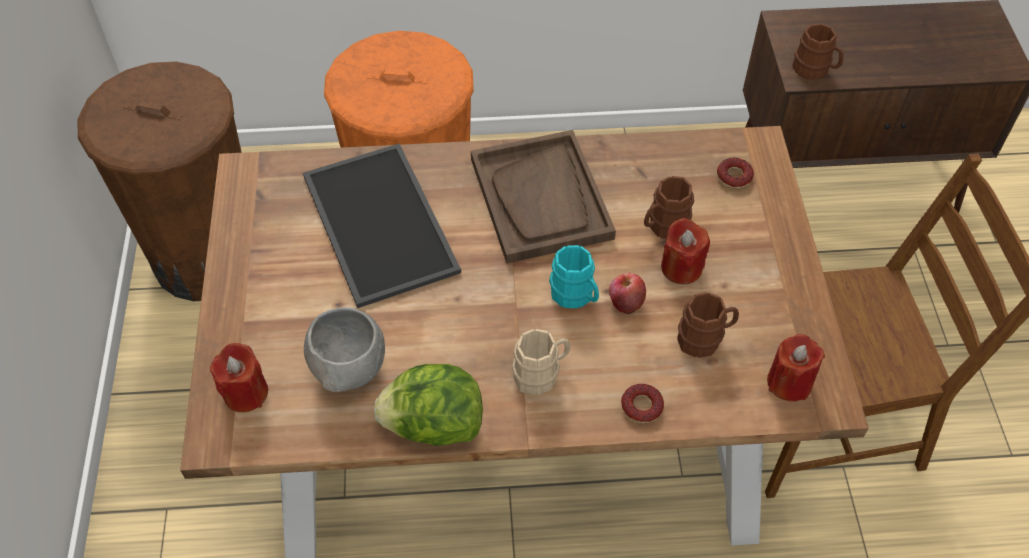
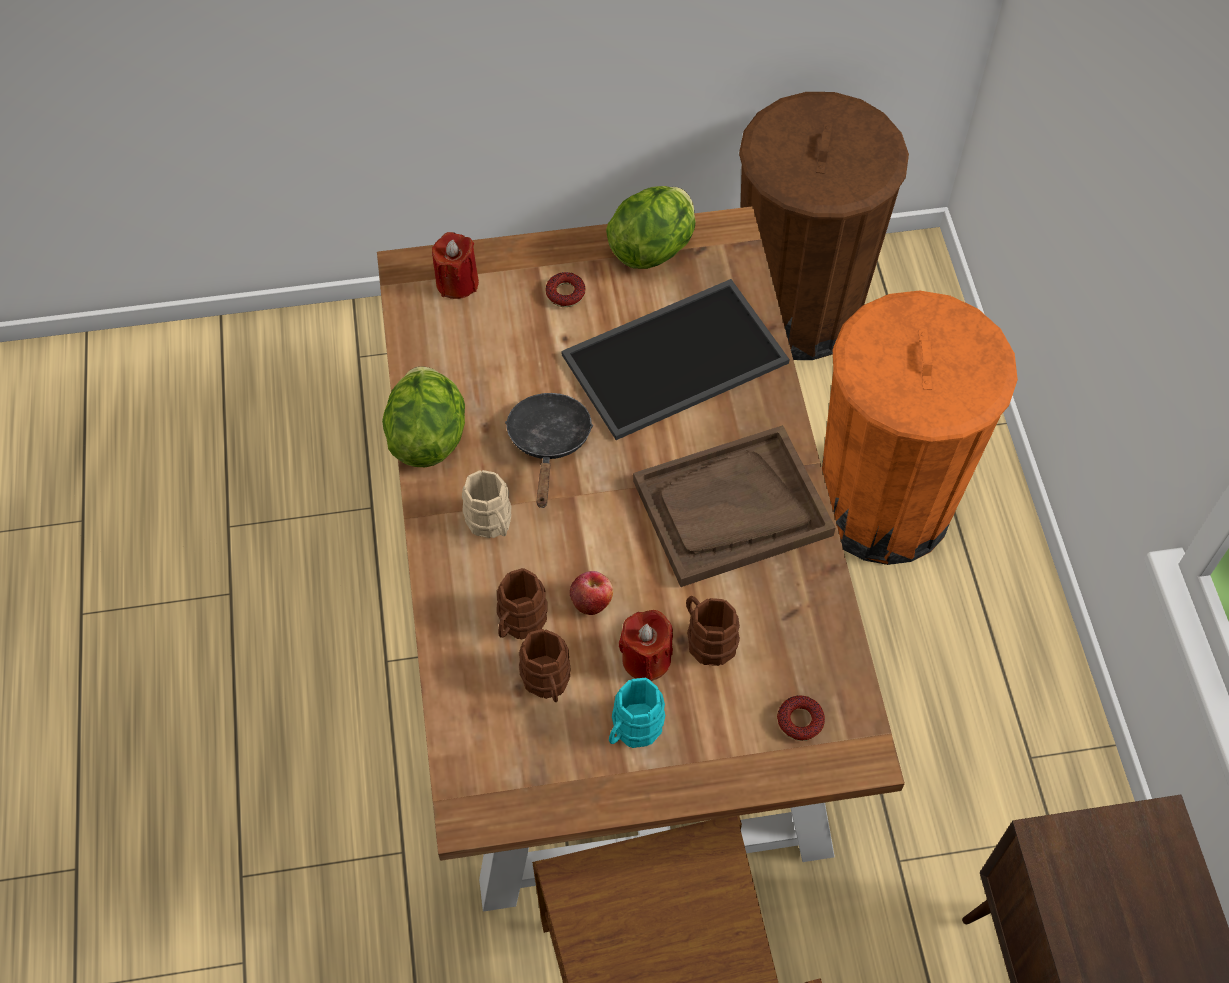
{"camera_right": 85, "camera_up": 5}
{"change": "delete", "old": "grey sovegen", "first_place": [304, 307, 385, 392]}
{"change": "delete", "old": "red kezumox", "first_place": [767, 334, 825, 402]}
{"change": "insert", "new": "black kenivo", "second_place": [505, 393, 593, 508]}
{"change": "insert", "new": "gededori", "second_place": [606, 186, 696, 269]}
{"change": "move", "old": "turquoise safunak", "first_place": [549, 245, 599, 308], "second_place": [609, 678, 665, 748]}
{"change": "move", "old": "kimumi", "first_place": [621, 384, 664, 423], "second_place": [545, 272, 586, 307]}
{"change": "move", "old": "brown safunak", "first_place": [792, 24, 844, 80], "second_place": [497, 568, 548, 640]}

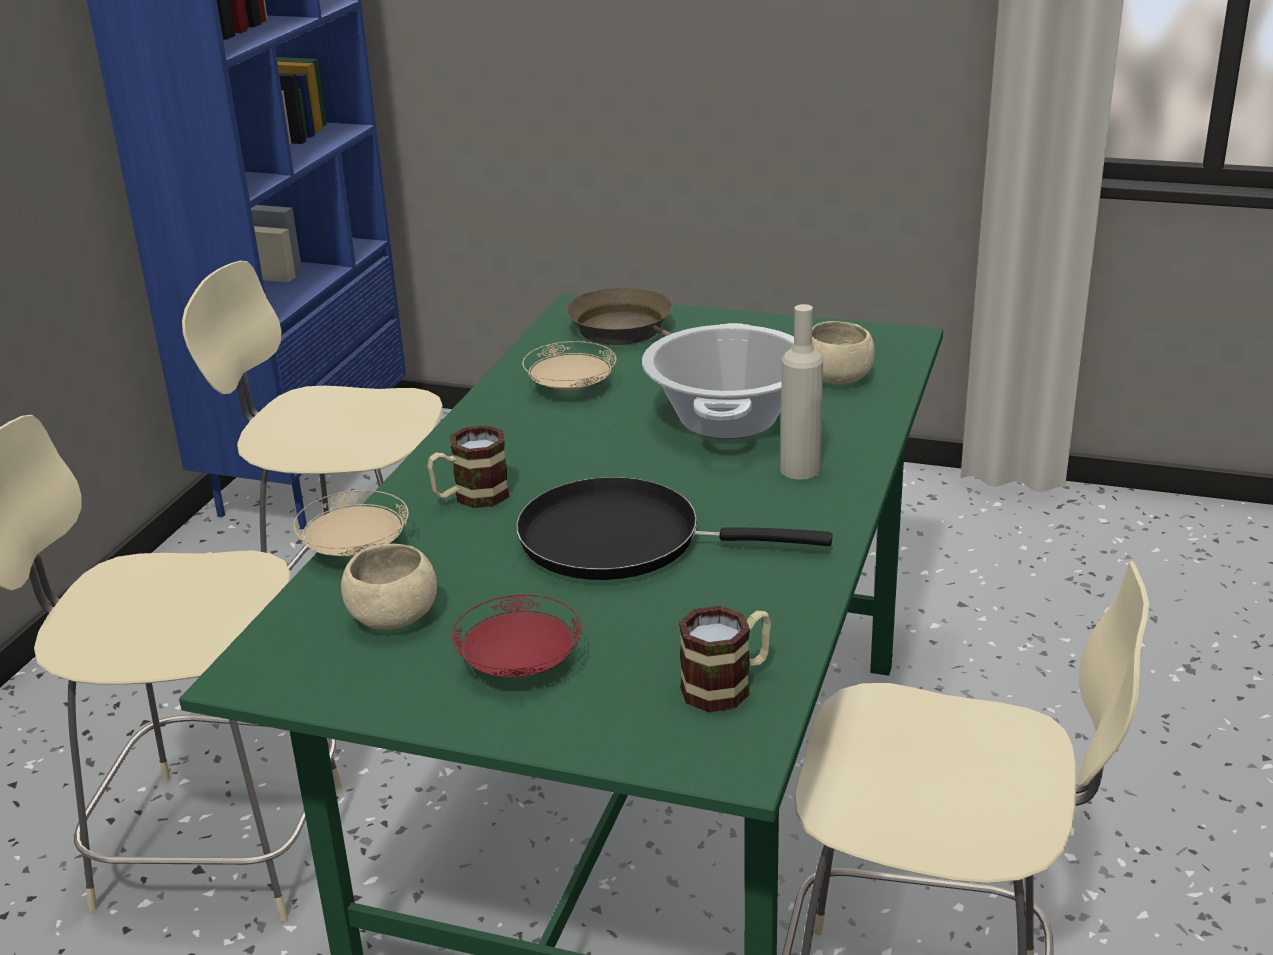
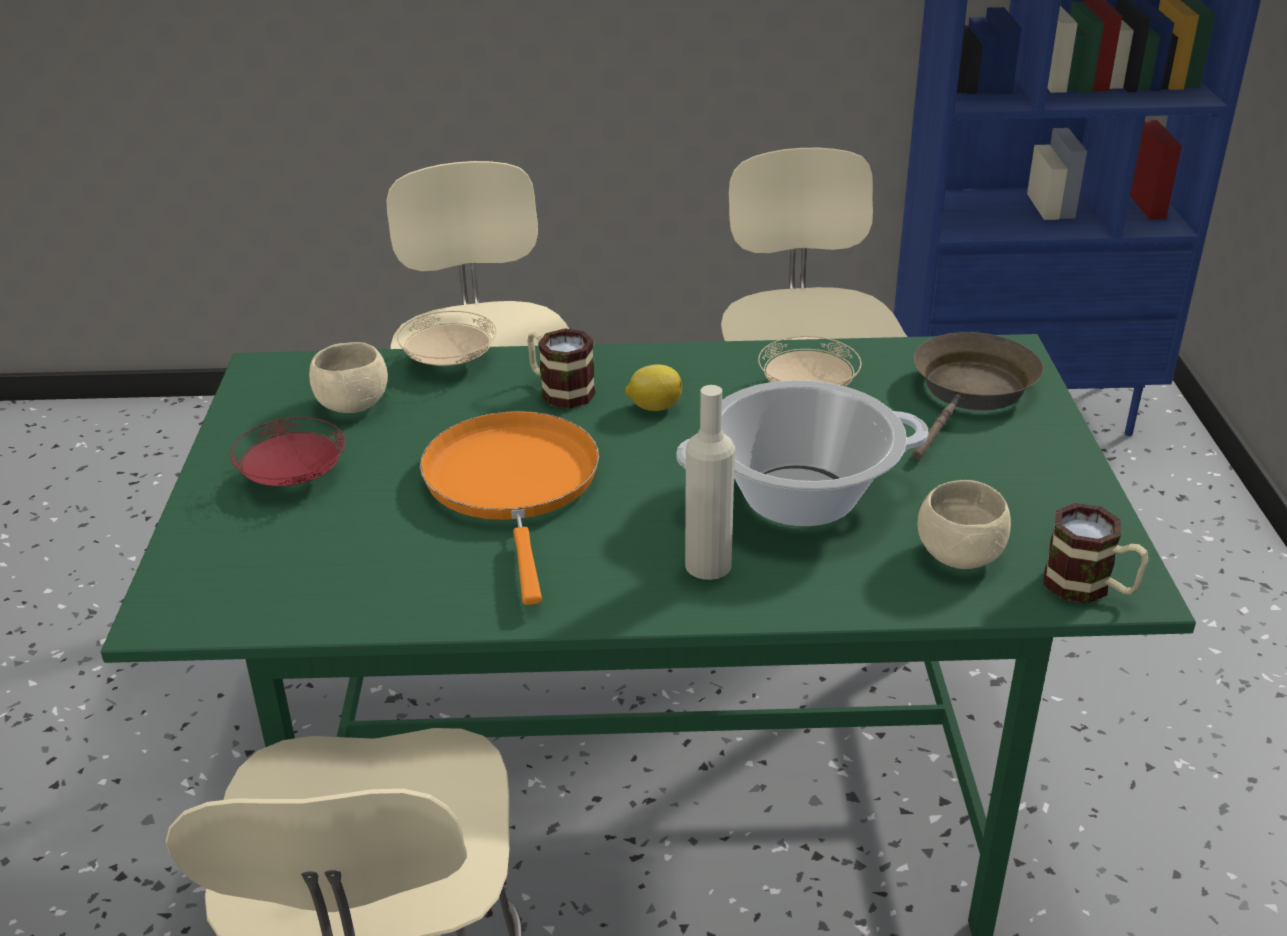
{"camera_right": 70, "camera_up": 5}
{"change": "insert", "new": "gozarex", "second_place": [625, 364, 682, 411]}
{"change": "move", "old": "safunak", "first_place": [679, 606, 771, 712], "second_place": [1043, 503, 1149, 603]}
{"change": "recolor", "old": "black kenivo", "new": "orange kenivo", "first_place": [516, 477, 833, 580], "second_place": [420, 411, 599, 605]}

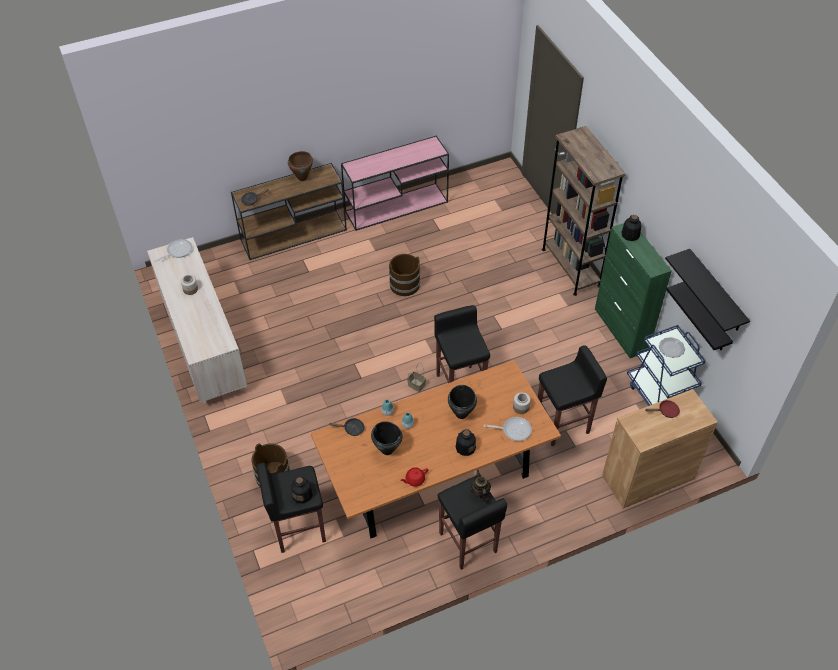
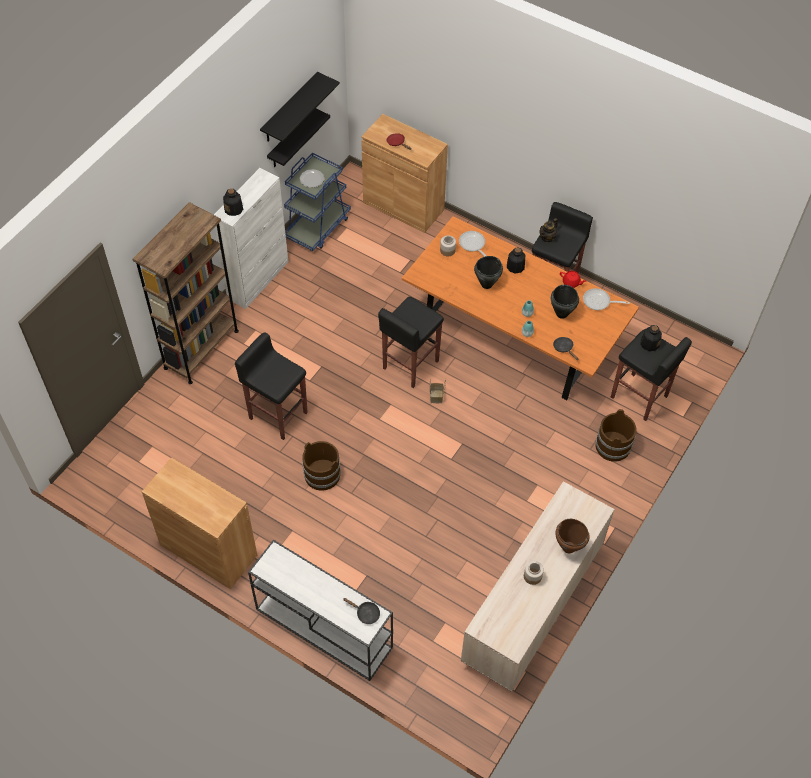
{"camera_right": -125, "camera_up": 5}
{"change": "move", "old": "kenivo", "first_place": [154, 239, 192, 262], "second_place": [583, 288, 630, 310]}
{"change": "move", "old": "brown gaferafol", "first_place": [288, 151, 313, 181], "second_place": [555, 519, 589, 553]}
{"change": "move", "old": "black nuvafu", "first_place": [538, 345, 607, 446], "second_place": [235, 332, 308, 440]}
{"change": "replace", "old": "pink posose", "new": "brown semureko", "first_place": [341, 136, 449, 231], "second_place": [142, 457, 257, 589]}
{"change": "recolor", "old": "brown posose", "new": "white posose", "first_place": [231, 163, 347, 260], "second_place": [248, 540, 393, 681]}
{"change": "recolor", "old": "green semureko", "new": "white semureko", "first_place": [595, 223, 672, 358], "second_place": [214, 168, 288, 309]}

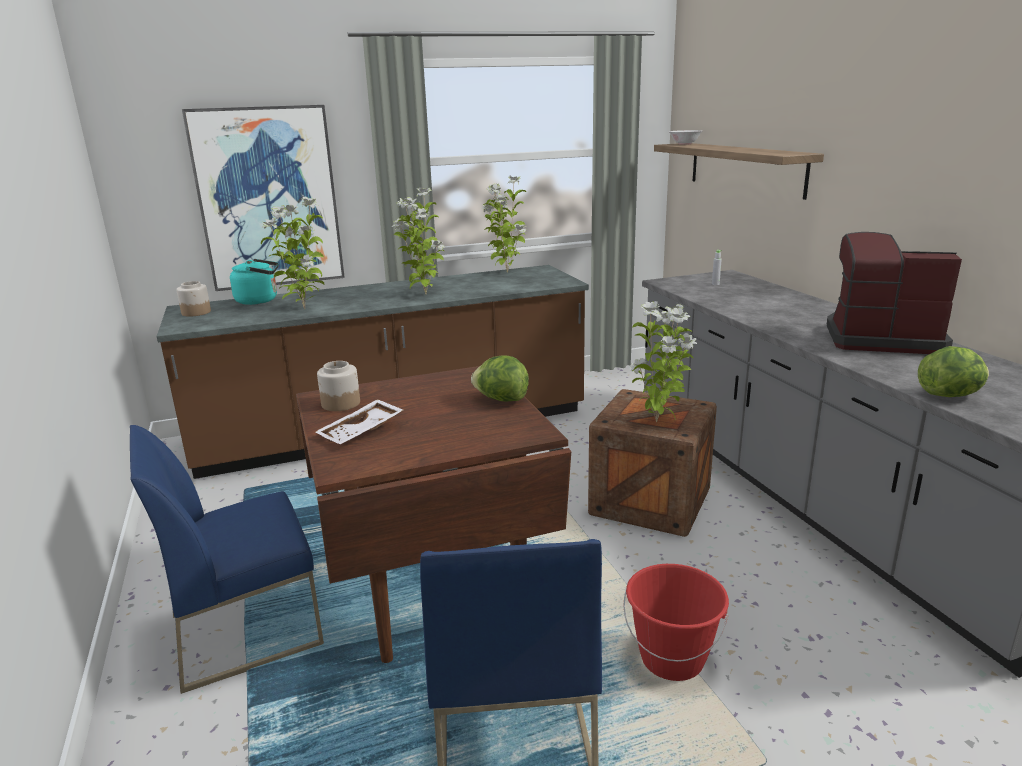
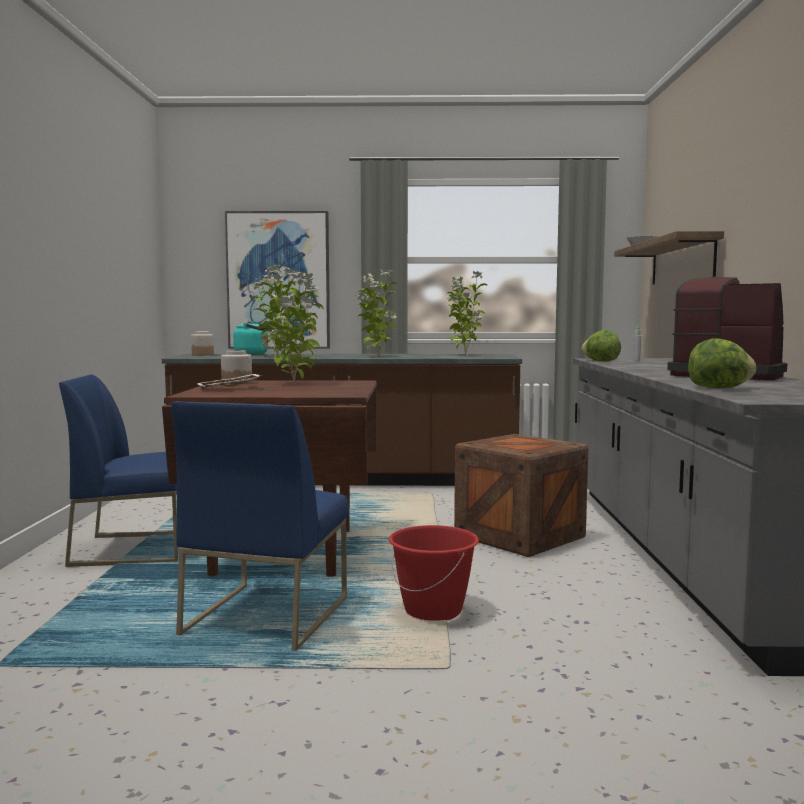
{"camera_right": 20, "camera_up": -15}
{"change": "move", "old": "gededori", "first_place": [471, 355, 529, 402], "second_place": [582, 330, 621, 362]}
{"change": "move", "old": "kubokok", "first_place": [630, 301, 697, 422], "second_place": [258, 263, 324, 384]}

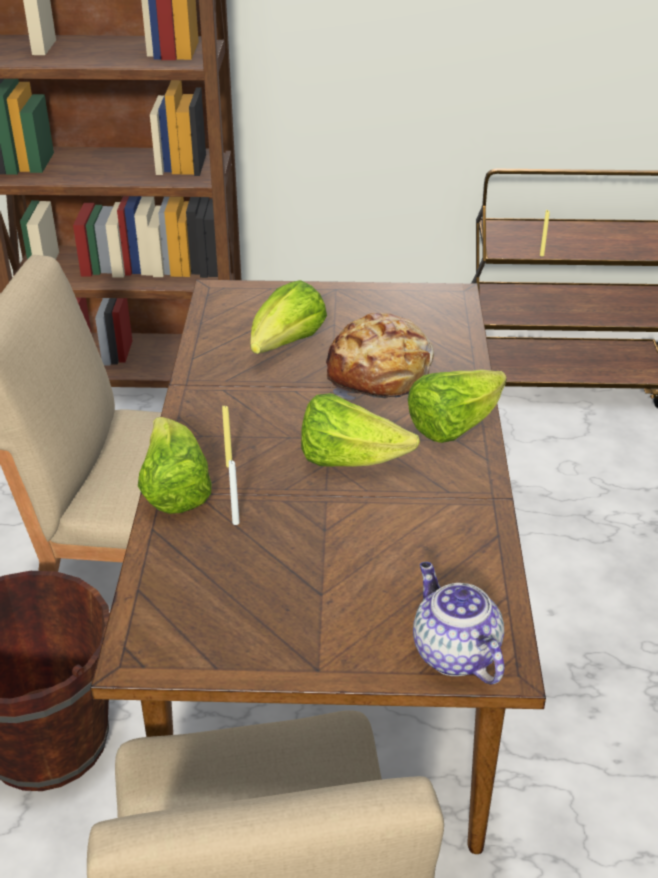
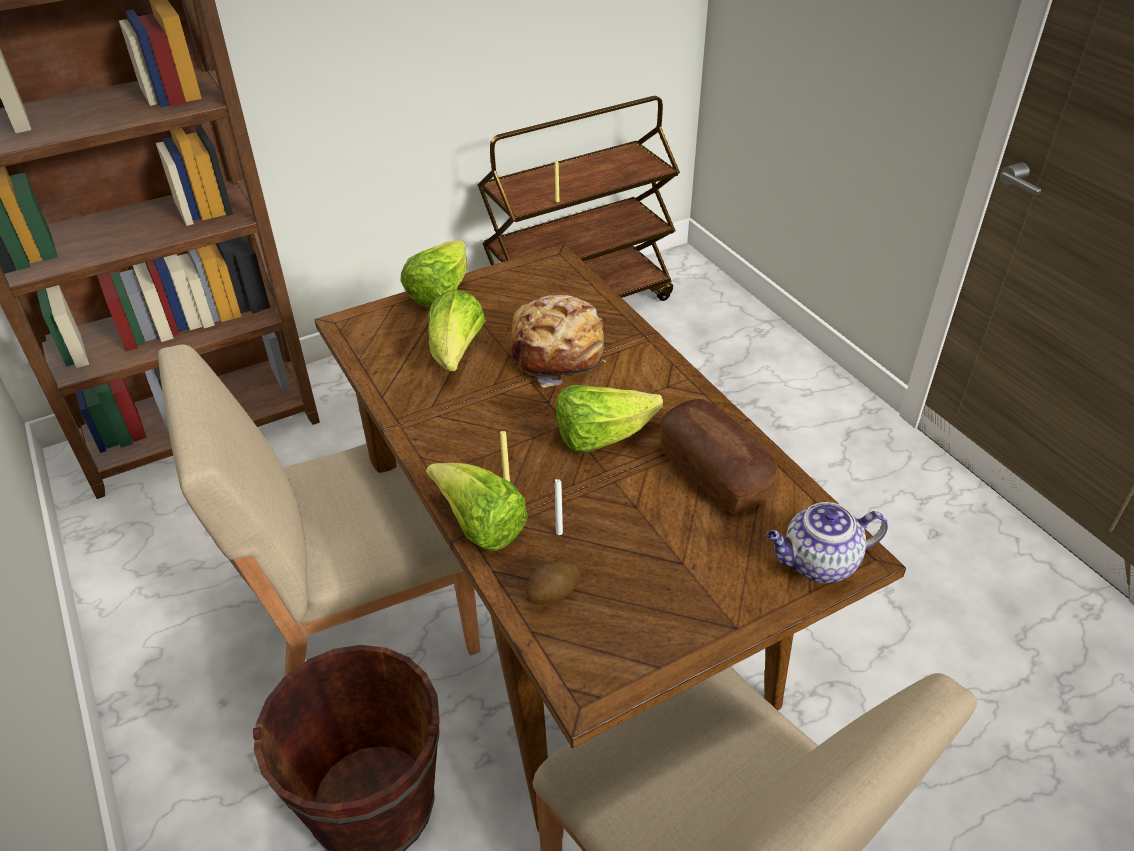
{"camera_right": -30, "camera_up": 5}
{"change": "insert", "new": "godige", "second_place": [526, 557, 580, 605]}
{"change": "insert", "new": "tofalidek", "second_place": [660, 399, 777, 513]}
{"change": "move", "old": "gededori", "first_place": [408, 370, 507, 443], "second_place": [400, 240, 467, 307]}
{"change": "rotate", "old": "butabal", "first_place": [413, 562, 504, 685], "second_place": [766, 502, 888, 583], "degrees": -45}

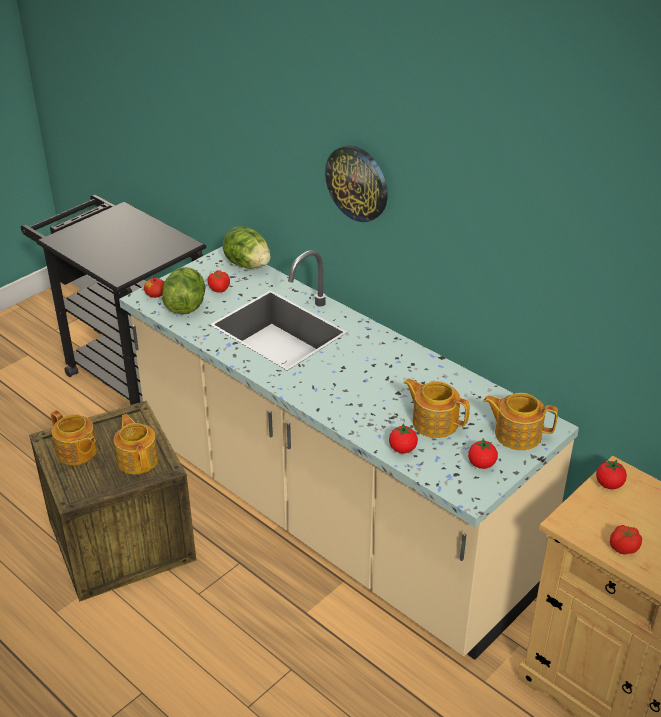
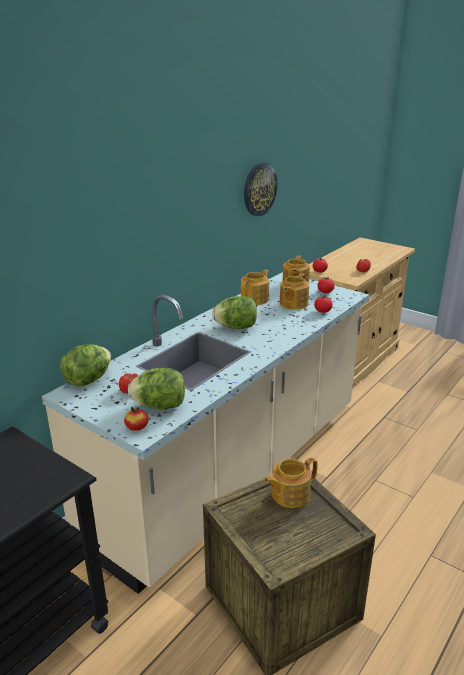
{"camera_right": -95, "camera_up": -10}
{"change": "insert", "new": "gededori", "second_place": [212, 296, 257, 329]}
{"change": "move", "old": "butabal", "first_place": [51, 410, 98, 465], "second_place": [241, 270, 269, 305]}
{"change": "move", "old": "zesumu", "first_place": [325, 145, 388, 222], "second_place": [244, 163, 277, 216]}

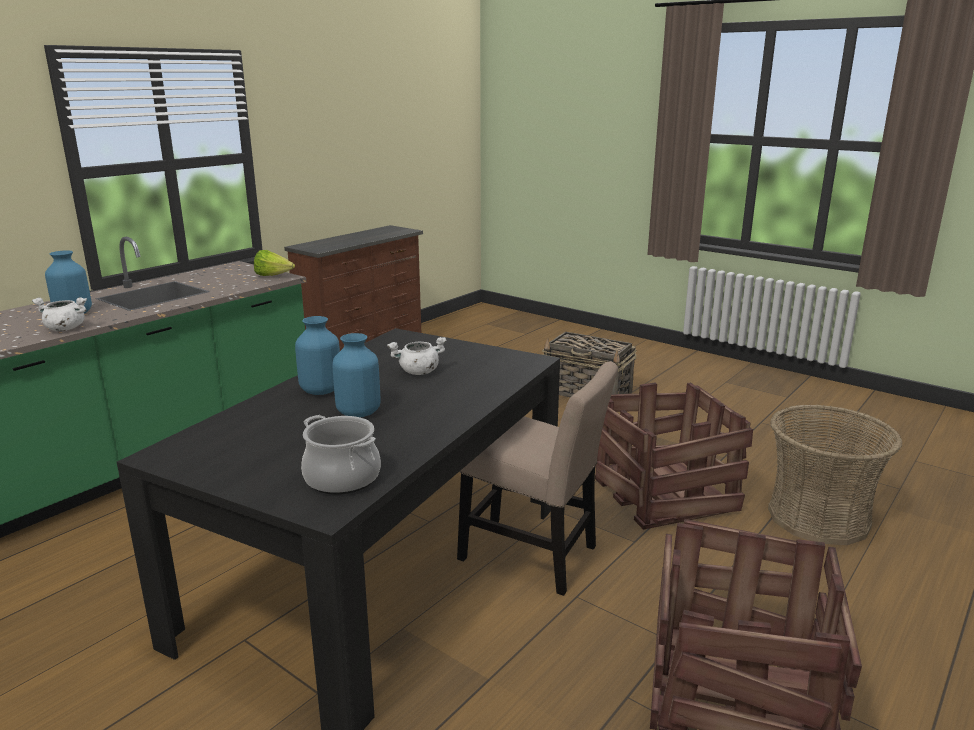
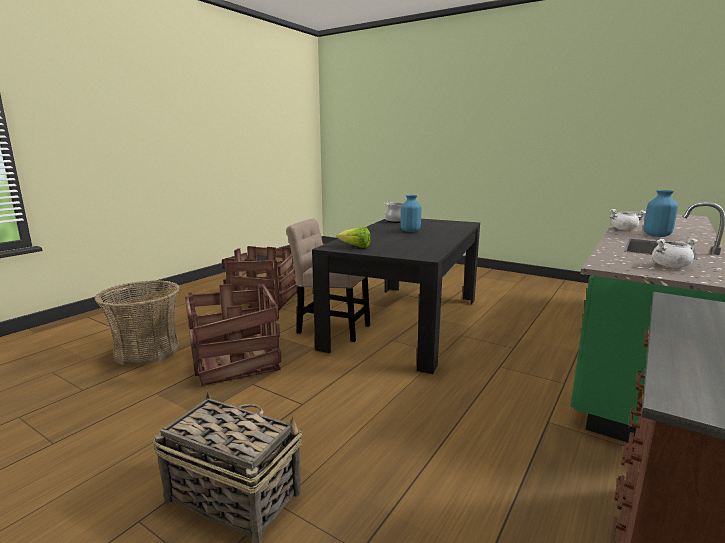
{"camera_right": 175, "camera_up": -5}
{"change": "delete", "old": "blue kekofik", "first_place": [295, 316, 340, 395]}
{"change": "move", "old": "gededori", "first_place": [254, 250, 295, 276], "second_place": [336, 227, 371, 248]}
{"change": "move", "old": "white gaferafol", "first_place": [387, 337, 446, 375], "second_place": [652, 238, 698, 268]}

